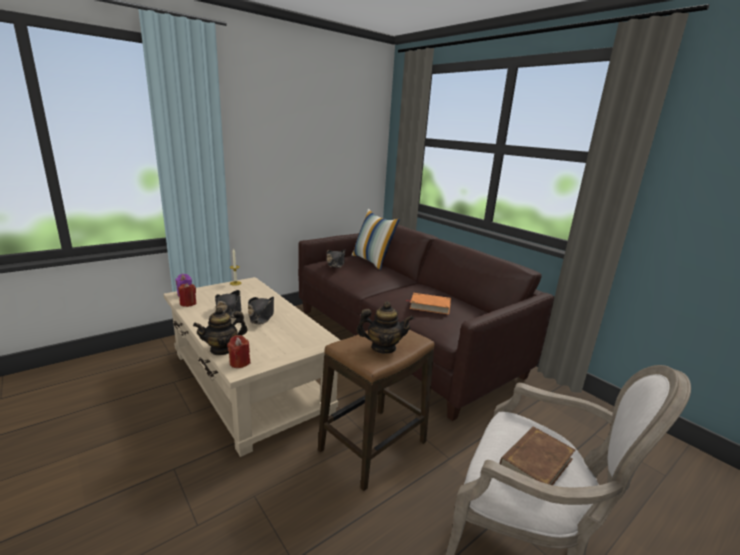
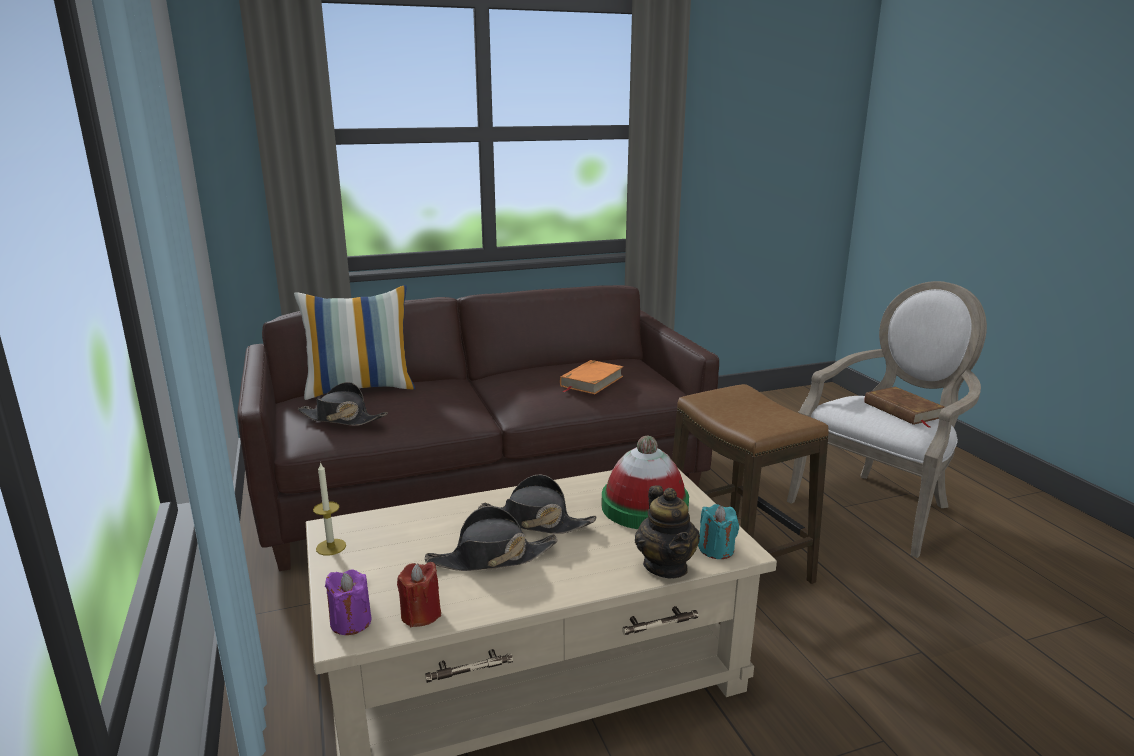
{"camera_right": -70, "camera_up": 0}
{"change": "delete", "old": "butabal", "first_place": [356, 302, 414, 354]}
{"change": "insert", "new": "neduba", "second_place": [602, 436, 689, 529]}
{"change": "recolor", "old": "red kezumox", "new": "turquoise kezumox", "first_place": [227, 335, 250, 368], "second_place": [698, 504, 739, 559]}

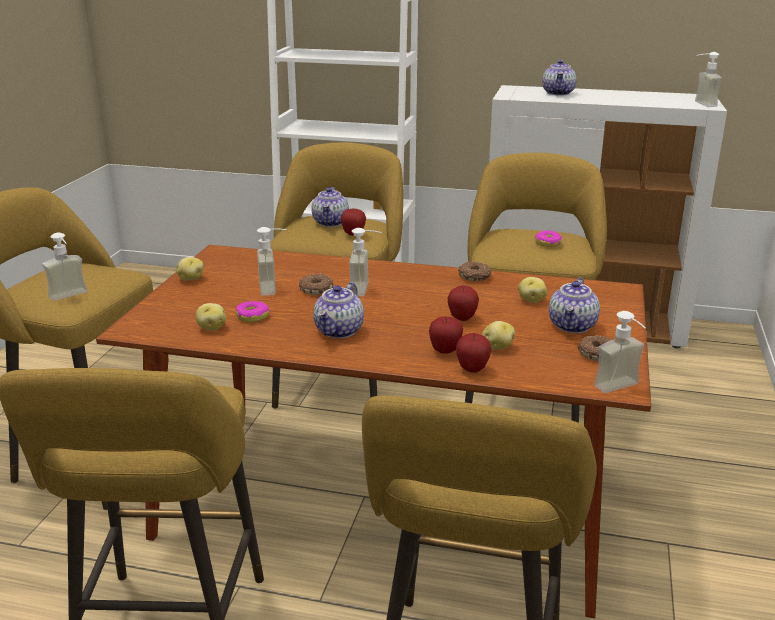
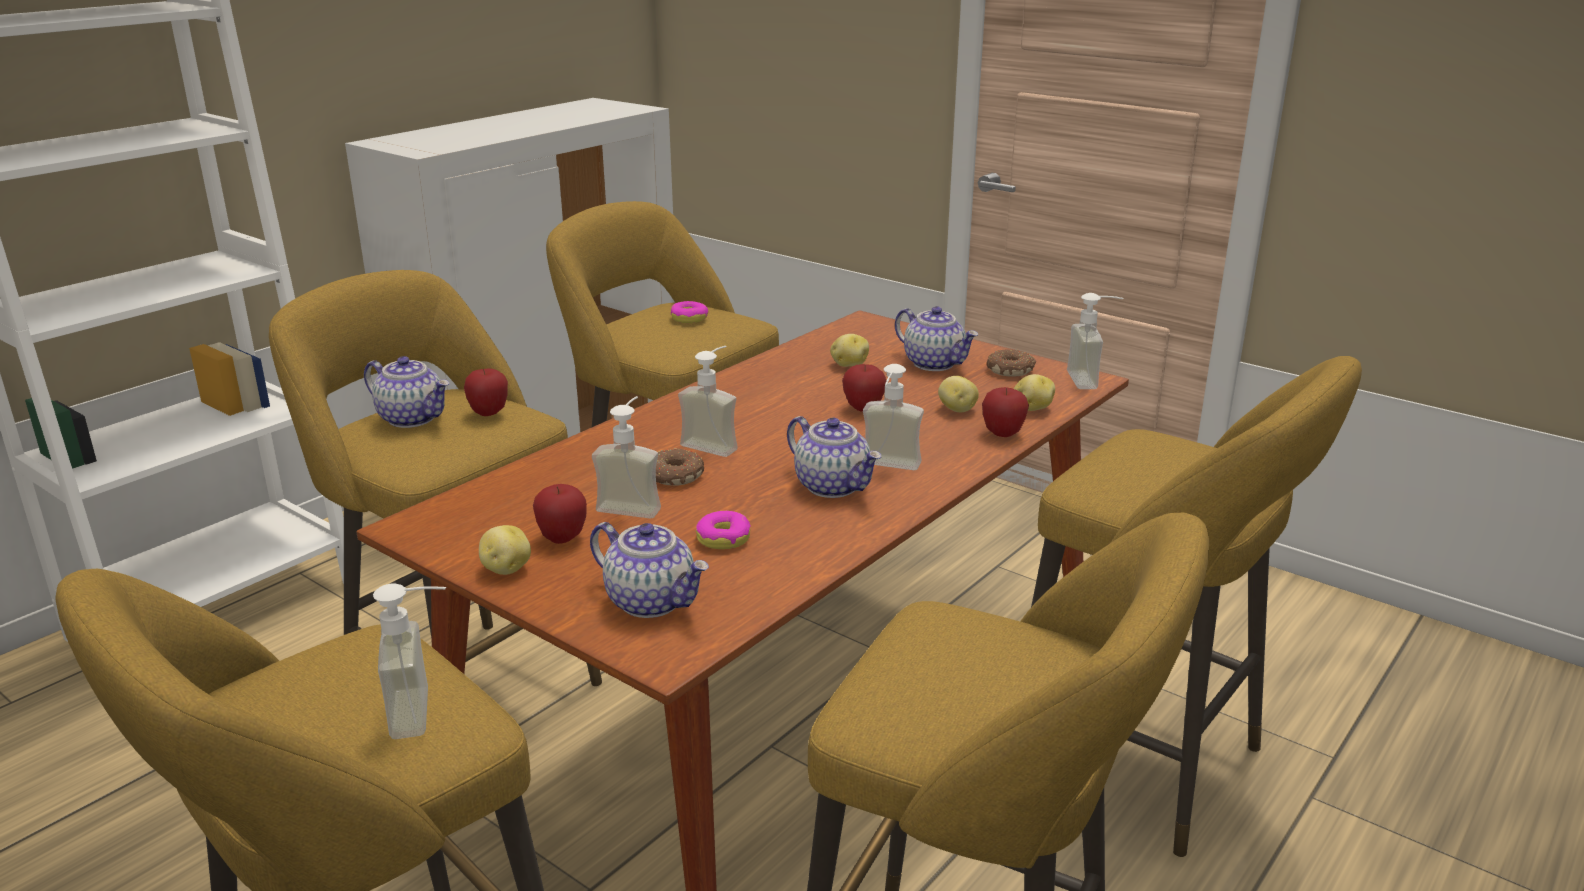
{"camera_right": -65, "camera_up": 0}
{"change": "delete", "old": "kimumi", "first_place": [458, 261, 491, 281]}
{"change": "move", "old": "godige", "first_place": [195, 303, 226, 331], "second_place": [1014, 374, 1055, 411]}
{"change": "move", "old": "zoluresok", "first_place": [429, 316, 463, 354], "second_place": [533, 484, 587, 544]}
{"change": "move", "old": "butabal", "first_place": [542, 60, 577, 96], "second_place": [590, 522, 709, 618]}
{"change": "move", "old": "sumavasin", "first_place": [695, 52, 722, 107], "second_place": [863, 364, 924, 470]}

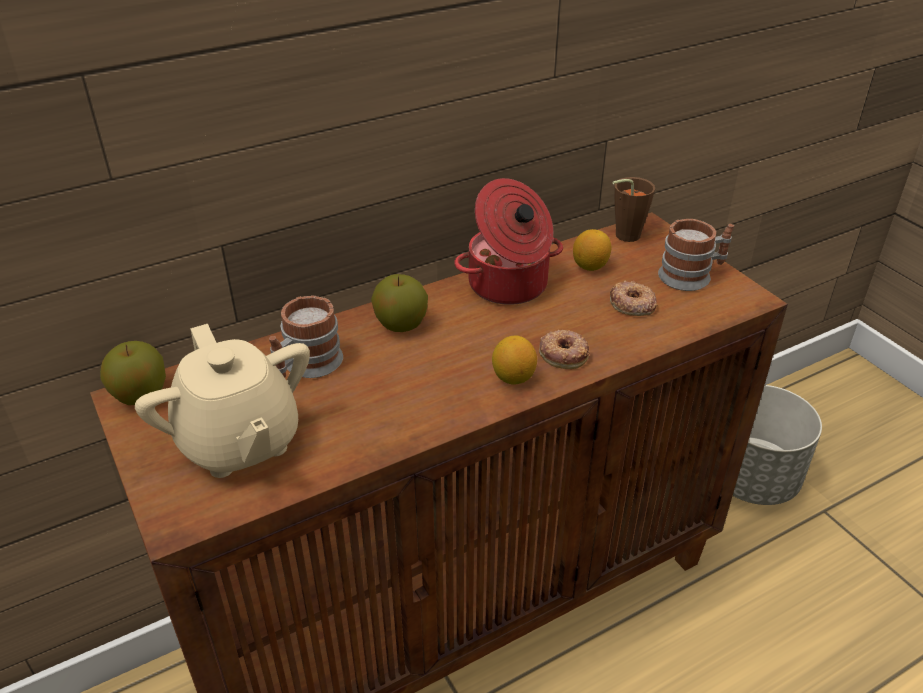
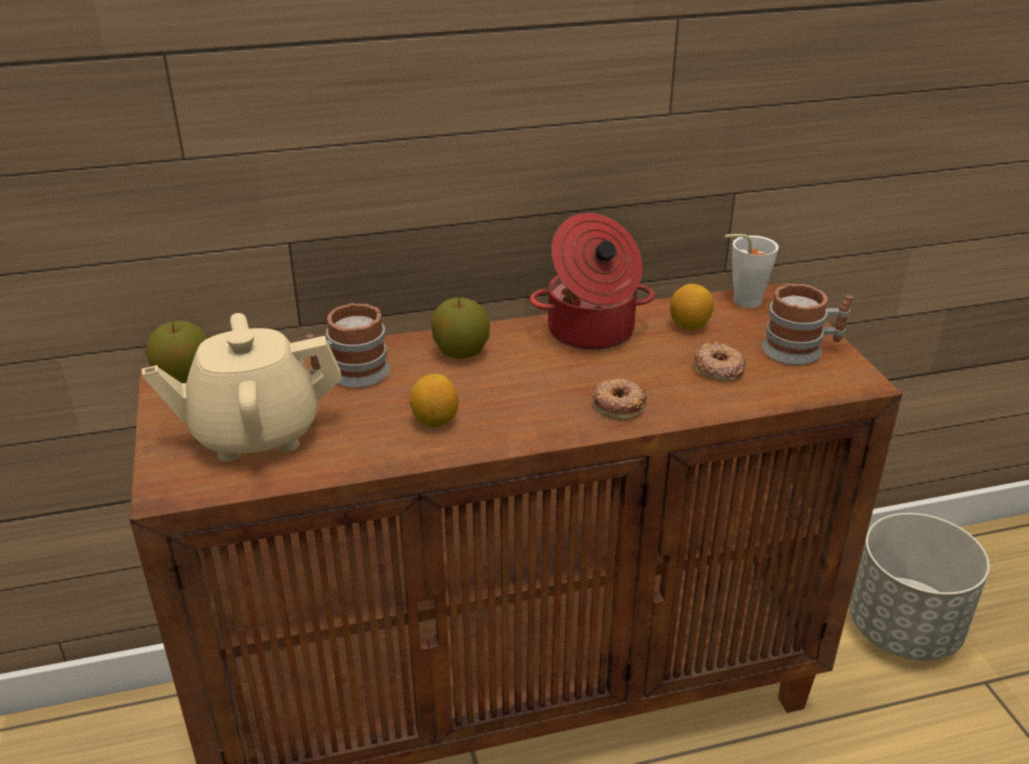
{"camera_right": 15, "camera_up": -5}
{"change": "move", "old": "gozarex", "first_place": [492, 336, 537, 385], "second_place": [409, 374, 459, 427]}
{"change": "recolor", "old": "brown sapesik", "new": "white sapesik", "first_place": [612, 177, 655, 242], "second_place": [725, 234, 779, 308]}
{"change": "rotate", "old": "beige butabal", "first_place": [135, 324, 310, 478], "second_place": [142, 313, 342, 462], "degrees": 90}

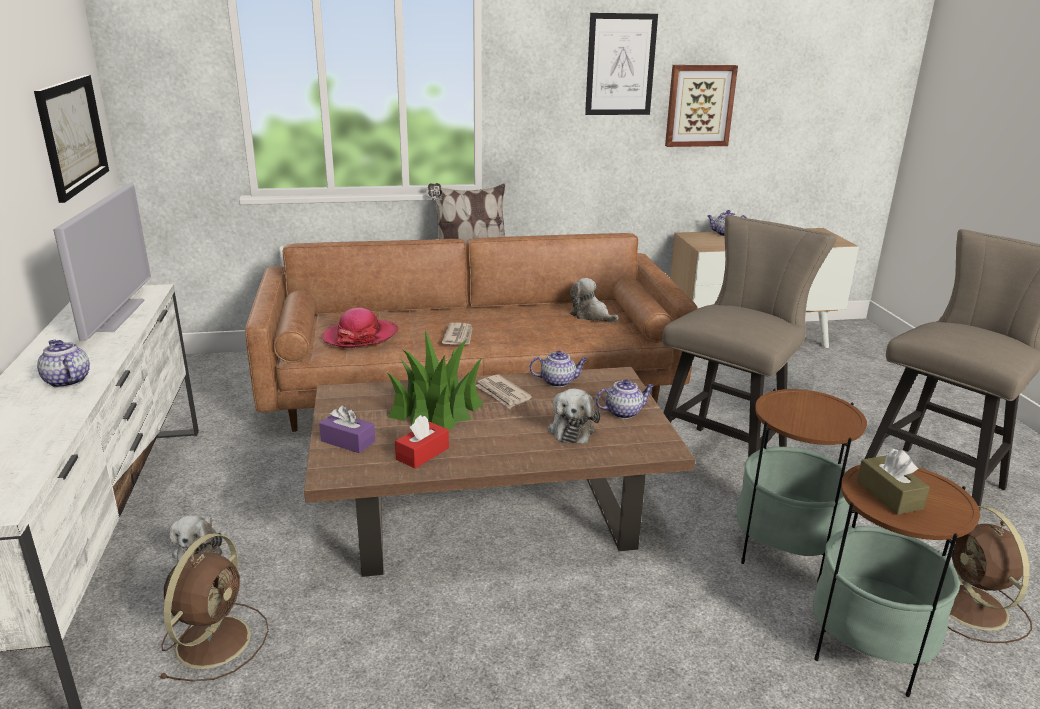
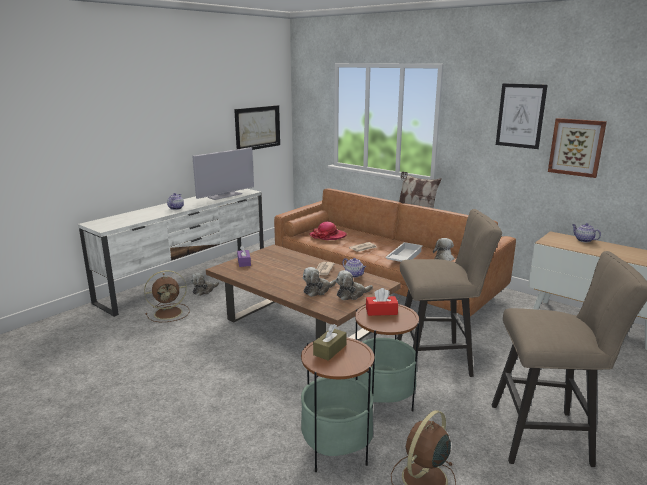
{"camera_right": 50, "camera_up": -5}
{"change": "delete", "old": "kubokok", "first_place": [386, 331, 483, 430]}
{"change": "insert", "new": "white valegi", "second_place": [385, 242, 423, 262]}
{"change": "move", "old": "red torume", "first_place": [395, 415, 449, 468], "second_place": [366, 288, 398, 316]}
{"change": "replace", "old": "butabal", "new": "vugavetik", "first_place": [595, 379, 654, 419], "second_place": [336, 270, 373, 300]}

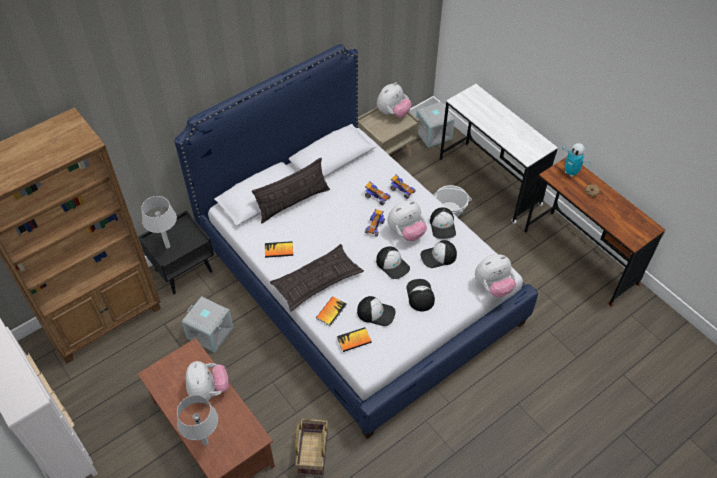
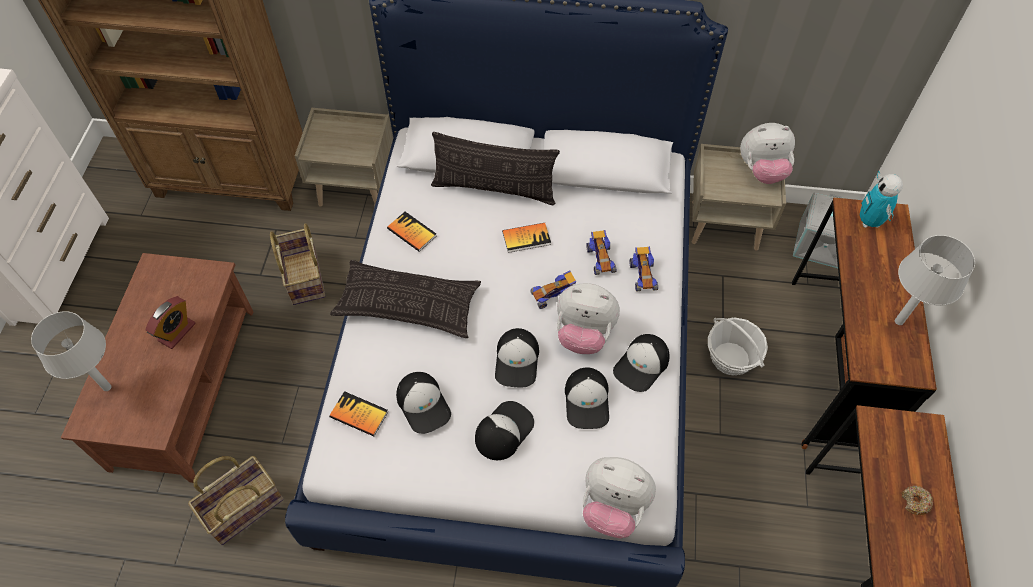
{"camera_right": 45, "camera_up": 5}
{"change": "move", "old": "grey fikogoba", "first_place": [141, 196, 177, 248], "second_place": [895, 235, 975, 325]}
{"change": "move", "old": "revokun", "first_place": [316, 296, 347, 326], "second_place": [502, 223, 551, 253]}
{"change": "move", "old": "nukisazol", "first_place": [562, 143, 591, 177], "second_place": [860, 171, 903, 228]}
{"change": "replace", "old": "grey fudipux", "new": "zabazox", "first_place": [182, 296, 233, 353], "second_place": [270, 224, 325, 305]}
{"change": "replace", "old": "vugavetik", "new": "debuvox", "first_place": [186, 361, 229, 400], "second_place": [145, 296, 195, 349]}
{"change": "recolor", "old": "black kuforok", "new": "beige kuforok", "first_place": [138, 210, 214, 294], "second_place": [295, 108, 393, 206]}
{"change": "recolor", "old": "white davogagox", "new": "brown davogagox", "first_place": [440, 84, 558, 224], "second_place": [792, 198, 937, 449]}
{"change": "rotate", "old": "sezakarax", "first_place": [420, 240, 457, 268], "second_place": [565, 367, 609, 429], "degrees": -120}

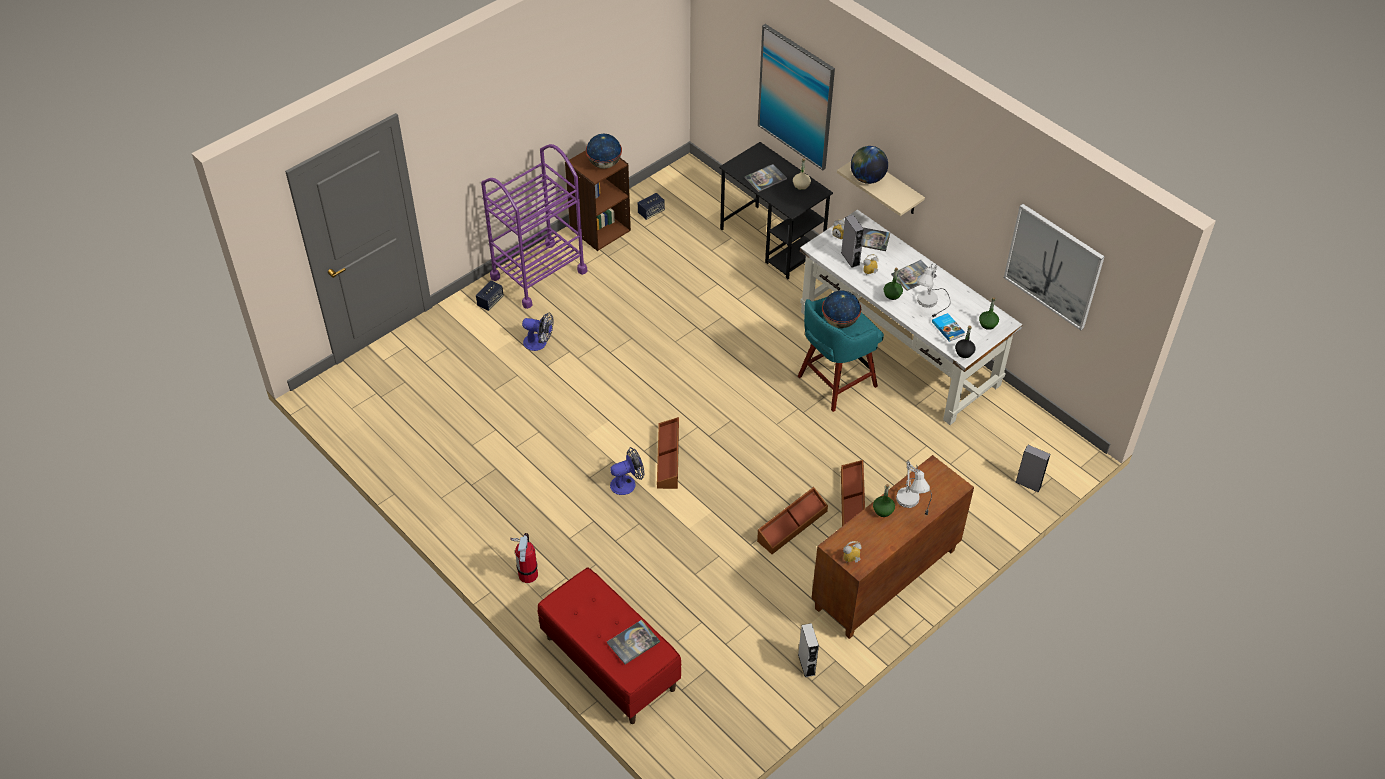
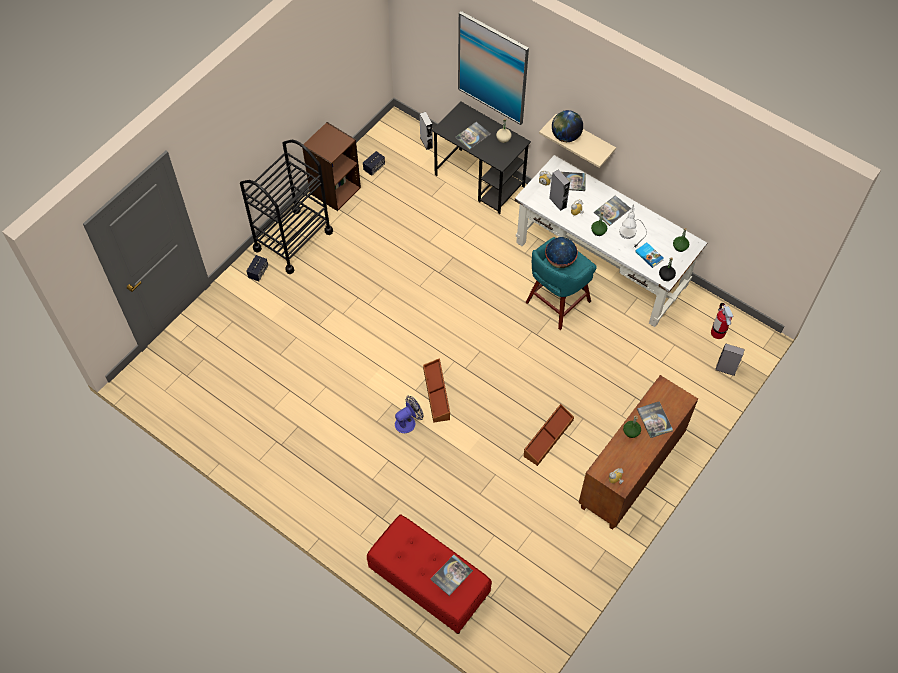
{"camera_right": -10, "camera_up": 10}
{"change": "delete", "old": "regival", "first_place": [522, 313, 553, 351]}
{"change": "delete", "old": "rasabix", "first_place": [586, 134, 622, 169]}
{"change": "delete", "old": "brown fudipux", "first_place": [841, 460, 865, 526]}
{"change": "delete", "old": "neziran", "first_place": [1004, 204, 1105, 330]}
{"change": "move", "old": "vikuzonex", "first_place": [511, 533, 538, 583], "second_place": [711, 303, 733, 339]}
{"change": "move", "old": "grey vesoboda", "first_place": [798, 623, 819, 677], "second_place": [420, 112, 433, 150]}
{"change": "replace", "old": "white fikogoba", "new": "revokun", "first_place": [896, 460, 932, 515], "second_place": [637, 401, 673, 438]}
{"change": "recolor", "old": "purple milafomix", "new": "black milafomix", "first_place": [481, 144, 587, 309], "second_place": [240, 140, 333, 274]}

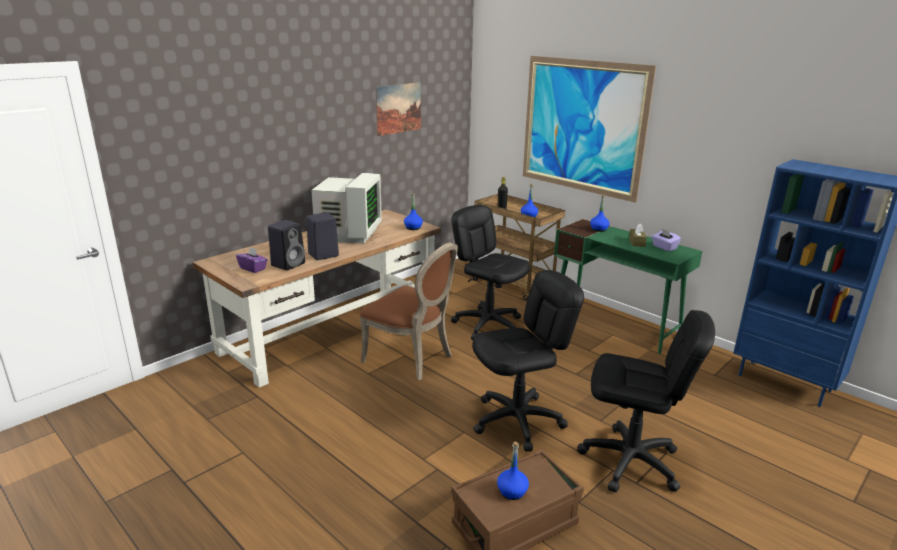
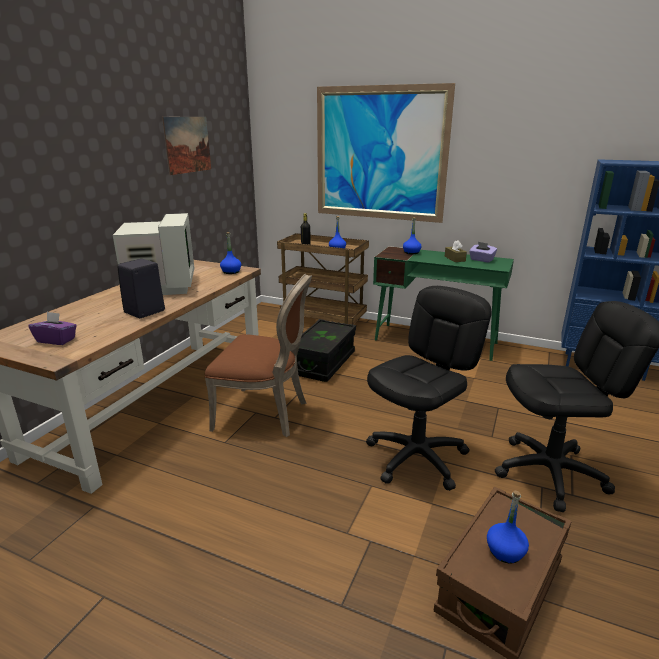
{"camera_right": -20, "camera_up": 0}
{"change": "delete", "old": "black vesoboda", "first_place": [268, 220, 305, 271]}
{"change": "replace", "old": "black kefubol", "new": "black fudipux", "first_place": [451, 205, 530, 340], "second_place": [297, 319, 356, 382]}

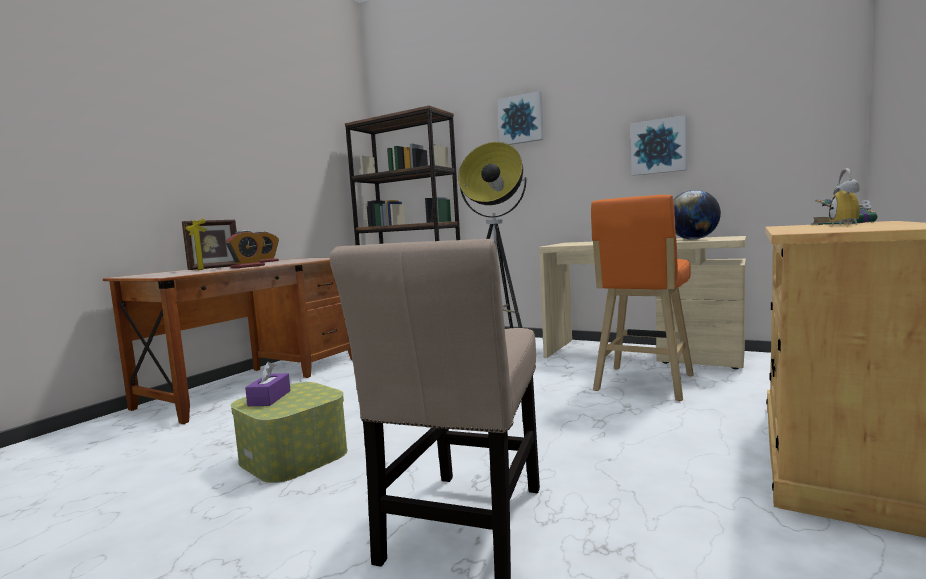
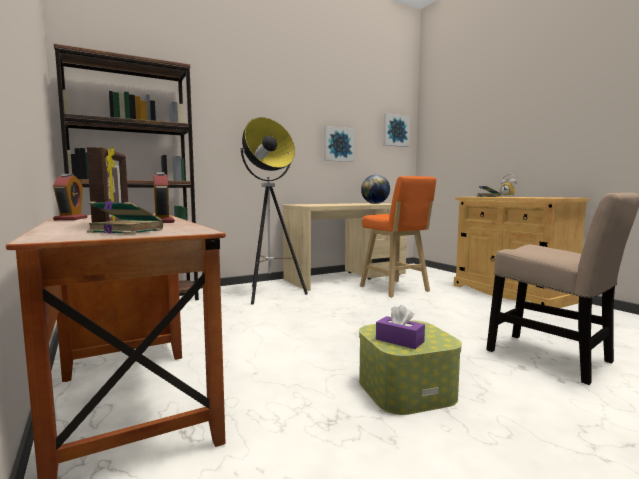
{"camera_right": -60, "camera_up": 0}
{"change": "insert", "new": "revokun", "second_place": [87, 201, 163, 234]}
{"change": "move", "old": "neziran", "first_place": [498, 91, 544, 145], "second_place": [383, 113, 410, 147]}

